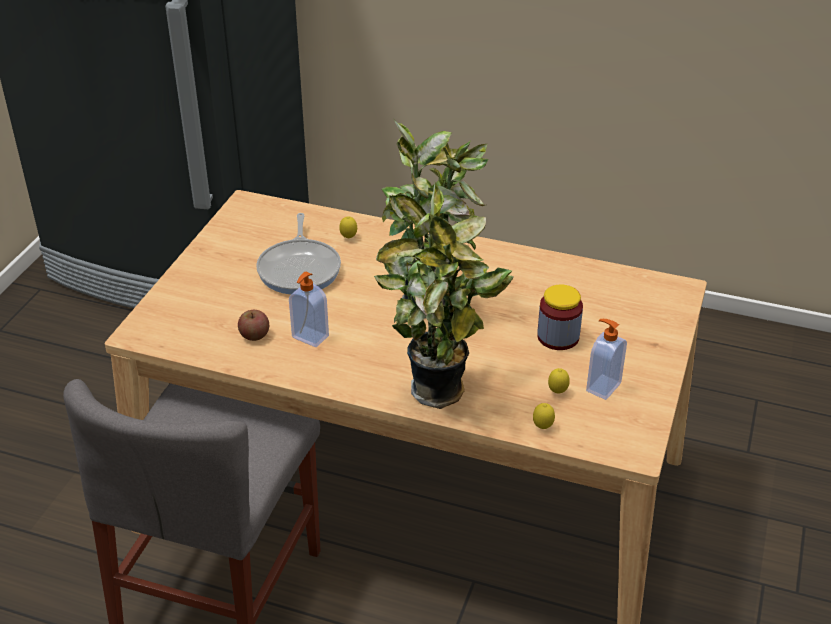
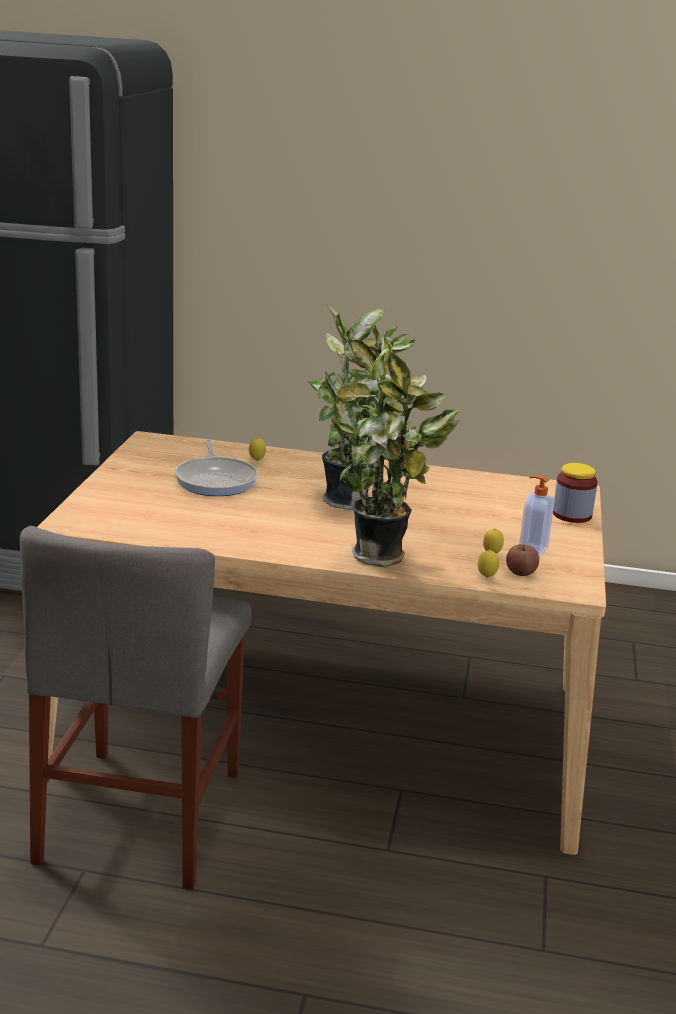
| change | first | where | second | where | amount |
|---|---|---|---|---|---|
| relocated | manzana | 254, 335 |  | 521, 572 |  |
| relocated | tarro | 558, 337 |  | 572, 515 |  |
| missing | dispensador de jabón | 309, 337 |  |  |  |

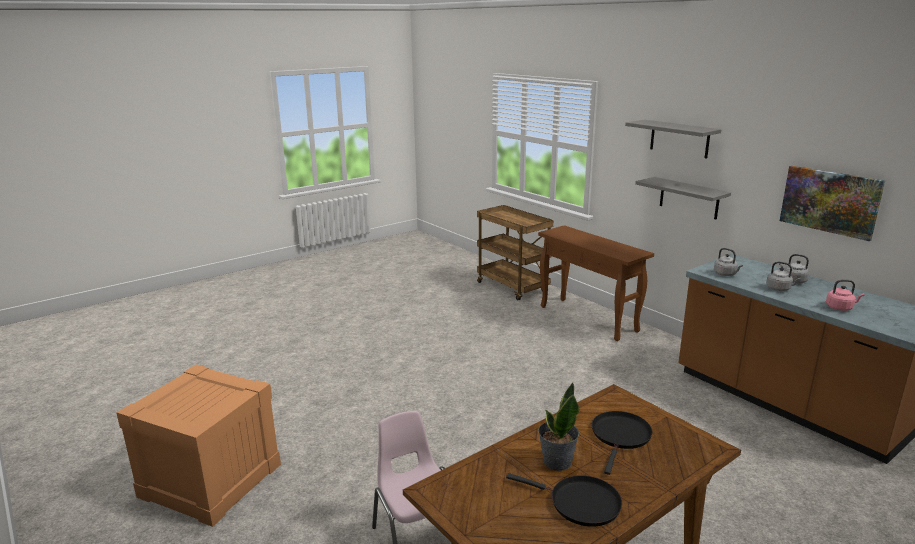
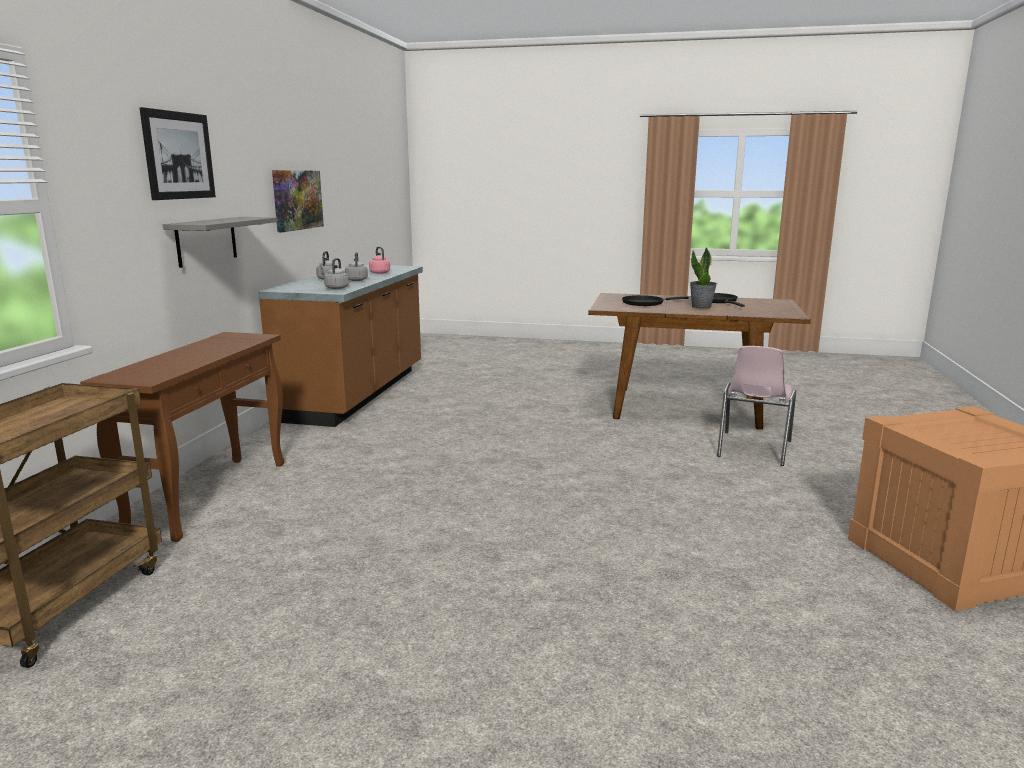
| change | first | where | second | where | amount |
|---|---|---|---|---|---|
| exchanged | estante (gris) | 679, 138 | cuadro | 179, 155 |  |

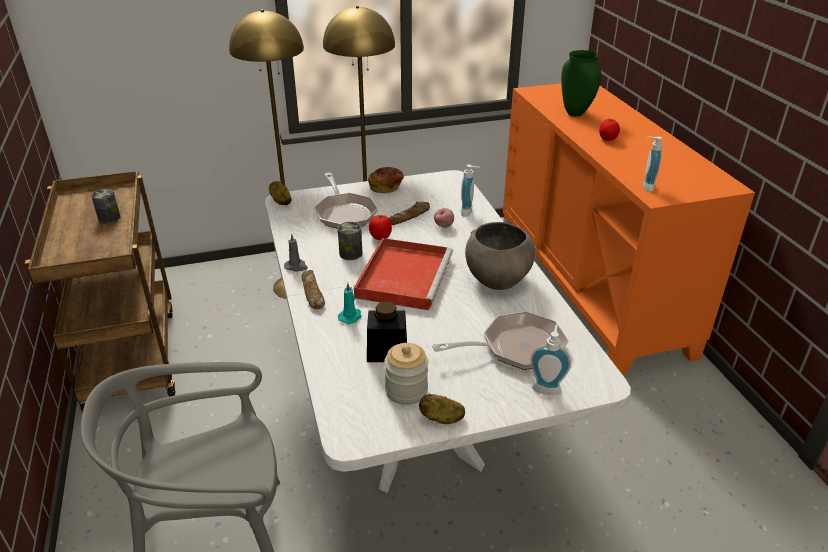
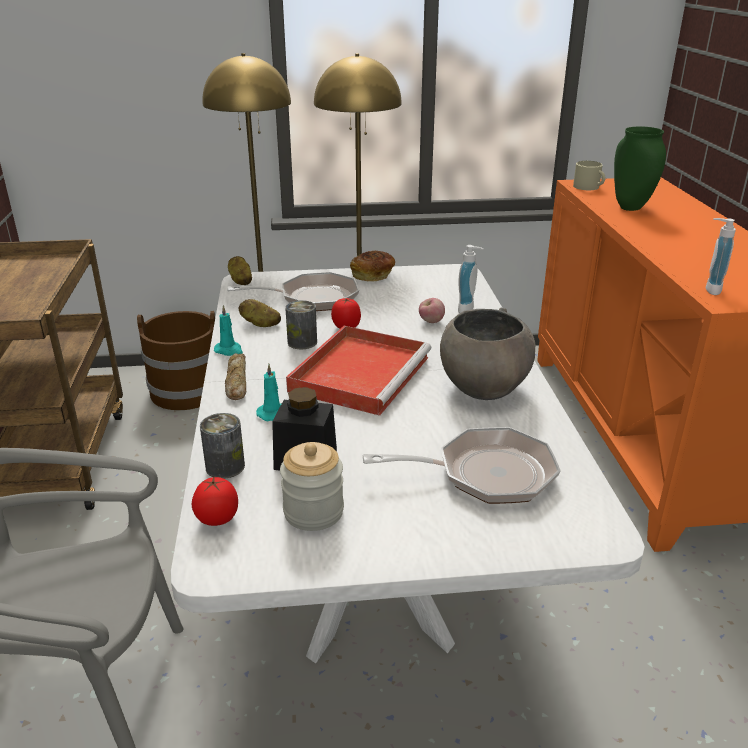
| change | first | where | second | where | amount |
|---|---|---|---|---|---|
| appeared |  |  | cubo (marrón) | 187, 390 |  |
| relocated | tomate | 607, 139 |  | 217, 520 |  |
| relocated | lata | 109, 218 |  | 225, 466 |  |
| colour | vela (gris) | 296, 267 | vela (turquesa) | 229, 350 |  |
| spun | sartén | 344, 213 |  | 312, 298 | 90 degrees counterclockwise |
| relocated | patata | 441, 418 |  | 260, 324 |  |
| appeared |  |  | taza grande (beis) | 589, 187 |  |
| missing | pan | 410, 217 |  |  |  |
| missing | dispensador de jabón | 546, 387 |  |  |  |

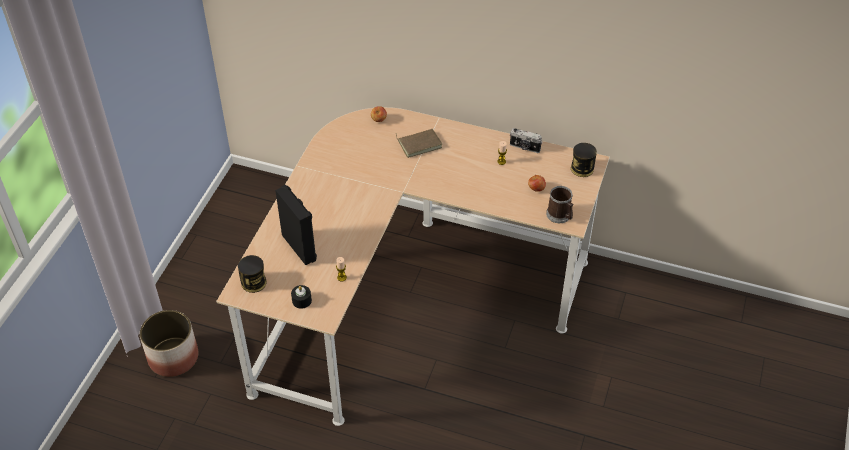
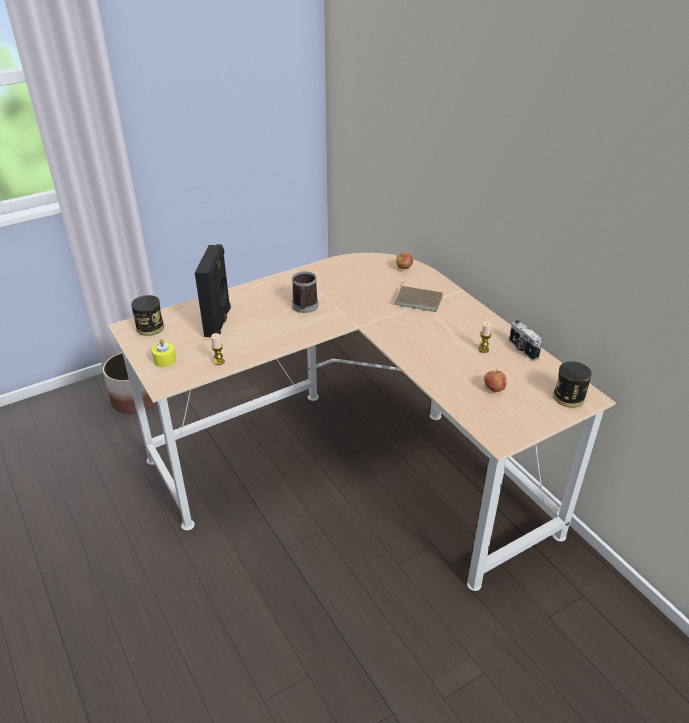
| change | first | where | second | where | amount |
|---|---|---|---|---|---|
| colour | vela (negro) | 301, 300 | vela (amarillo) | 165, 360 |  |
| relocated | taza grande | 560, 216 |  | 304, 307 |  |

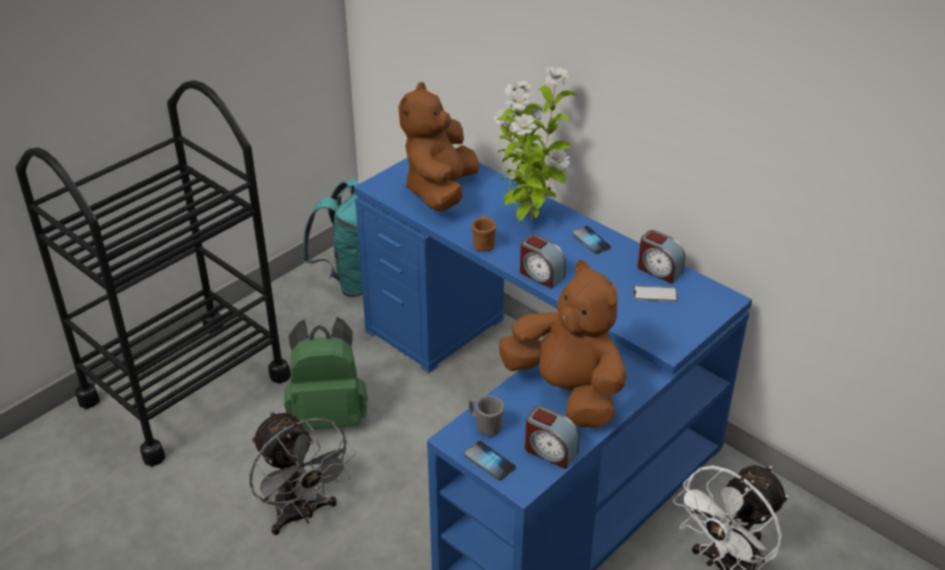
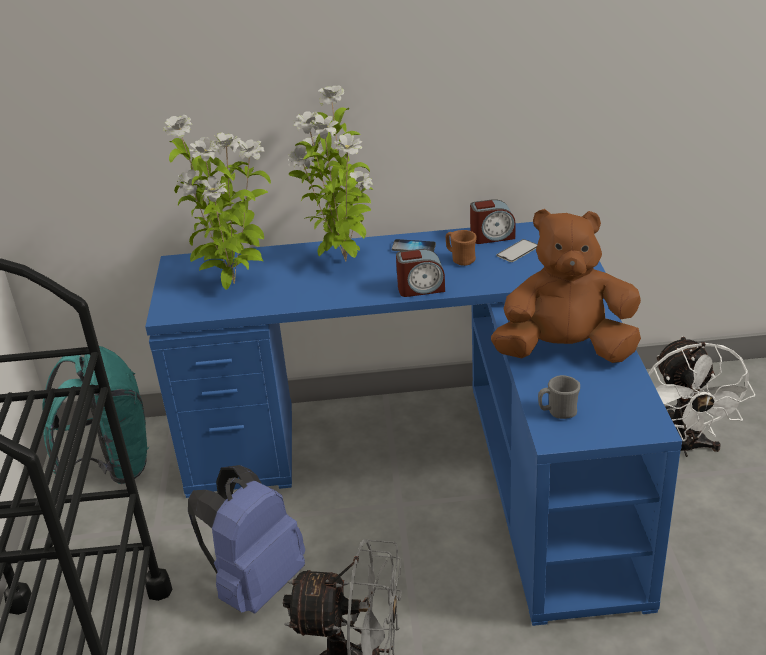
| change | first | where | second | where | amount |
|---|---|---|---|---|---|
| exchanged | peluche (marrón) | 440, 191 | planta en maceta | 233, 285 |  |
| colour | mochila (verde) | 329, 415 | mochila (azul) | 255, 583 |  |
| relocated | taza grande (marrón) | 483, 243 |  | 460, 259 |  |
| missing | móvil | 489, 461 |  |  |  |
| missing | despertador | 550, 451 |  |  |  |

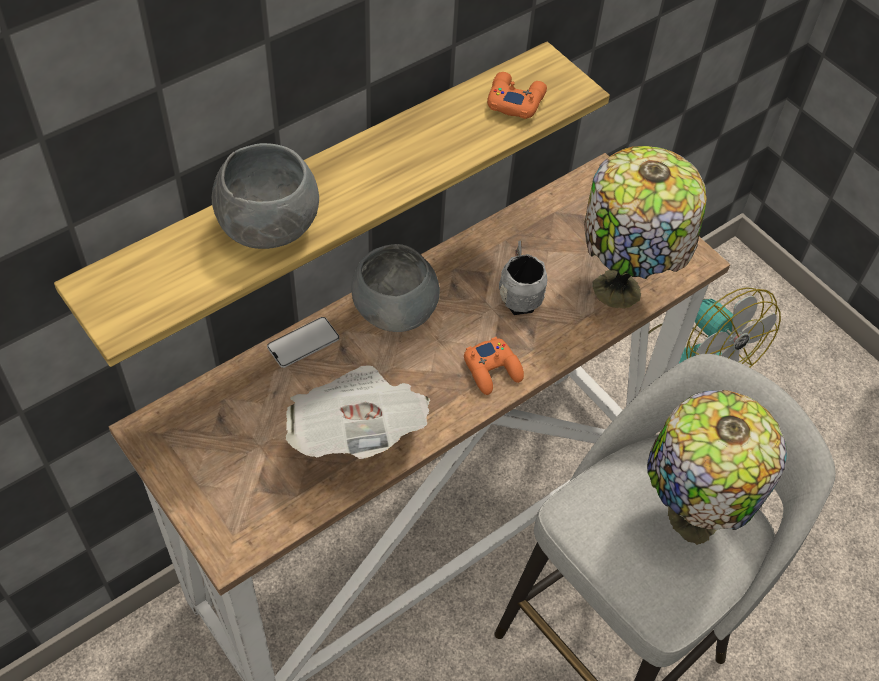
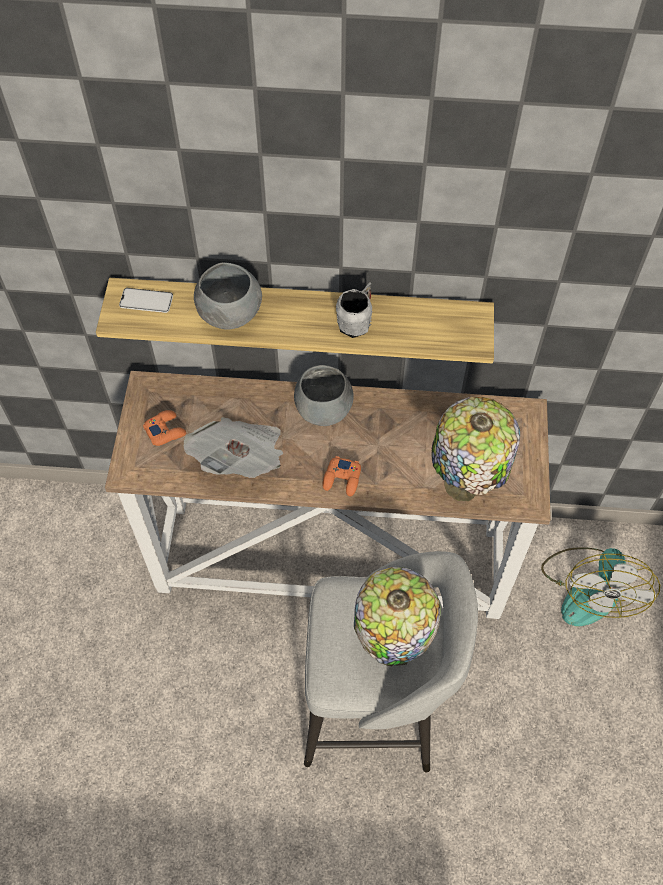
| change | first | where | second | where | amount |
|---|---|---|---|---|---|
| relocated | móvil | 303, 342 |  | 146, 301 |  |
| relocated | mando de consola (naranja) | 515, 100 |  | 165, 430 |  |
| relocated | taza grande (gris) | 519, 295 |  | 356, 322 |  |

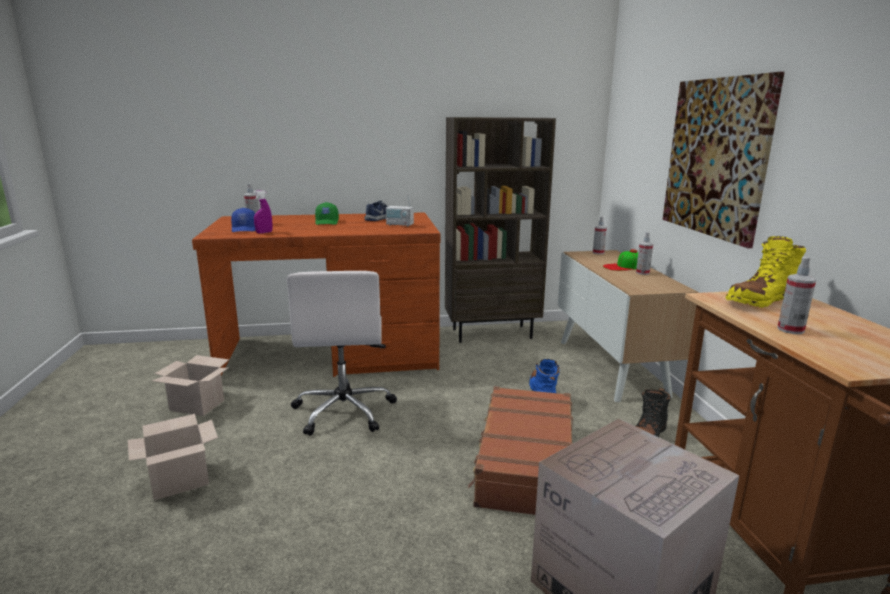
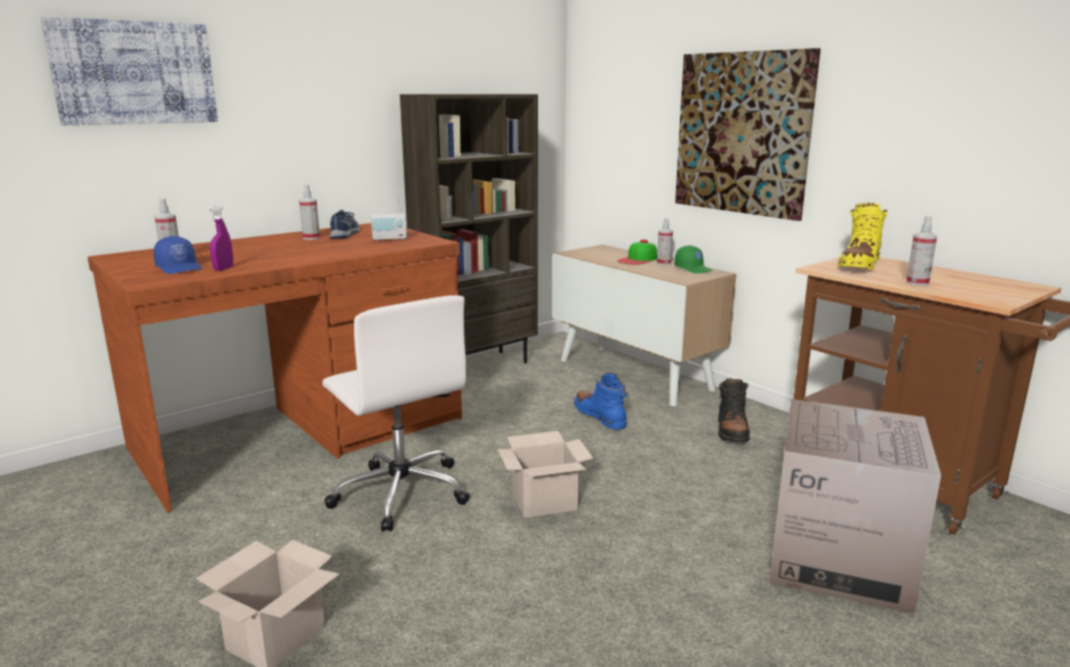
| change | first | where | second | where | amount |
|---|---|---|---|---|---|
| appeared |  |  | cuadro | 134, 73 |  |
| relocated | pulverizador | 598, 253 |  | 311, 238 |  |
| relocated | caja de cartón | 198, 405 |  | 545, 501 |  |
| relocated | gorra (verde) | 327, 222 |  | 693, 269 |  |
| missing | maleta (marrón) | 524, 463 |  |  |  |

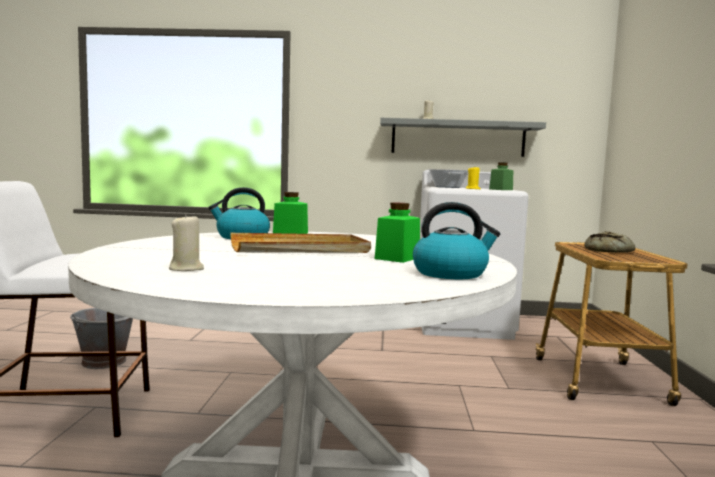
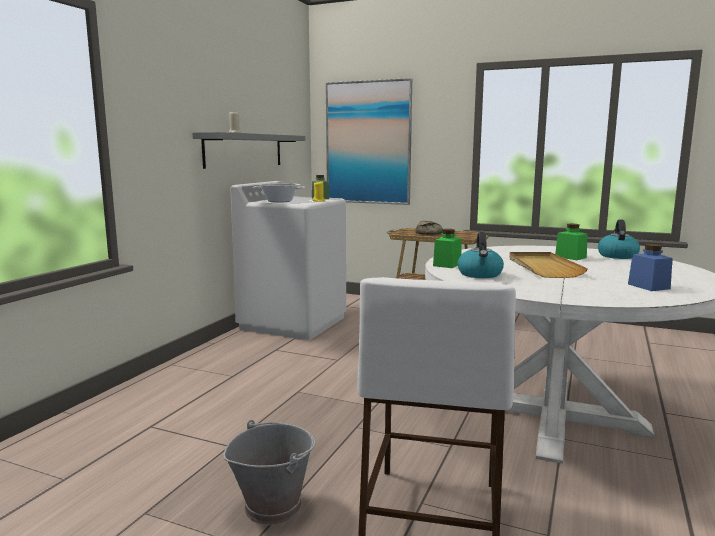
| change | first | where | second | where | amount |
|---|---|---|---|---|---|
| appeared |  |  | cuadro | 368, 143 |  |
| exchanged | vela (beis) | 186, 269 | tarro (azul) | 648, 286 |  |

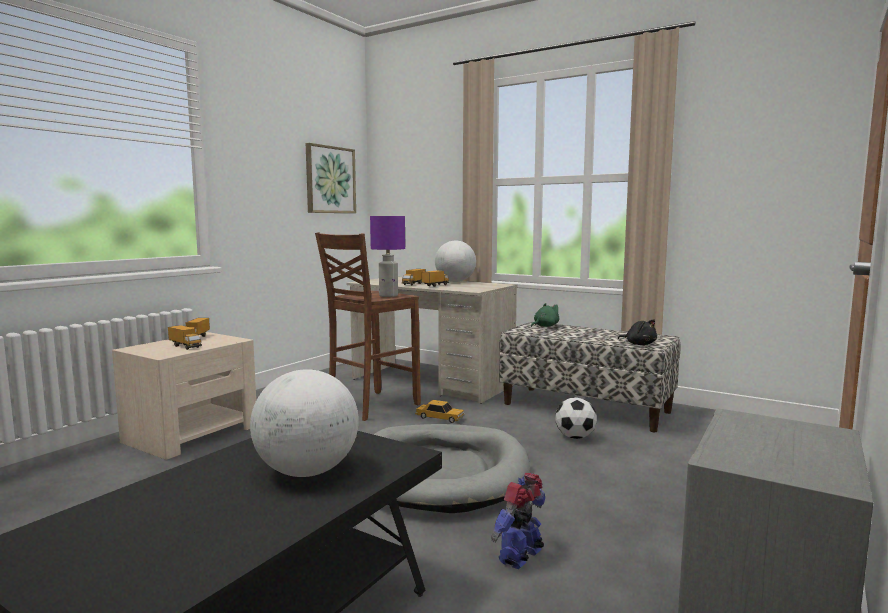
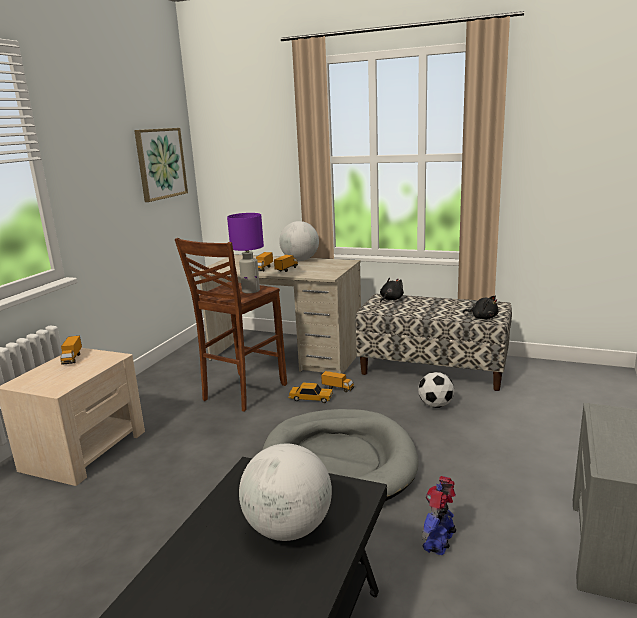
| change | first | where | second | where | amount |
|---|---|---|---|---|---|
| relocated | camión de juguete | 185, 346 |  | 338, 388 |  |
| colour | peluche (verde) | 544, 326 | peluche (negro) | 390, 299 |  |

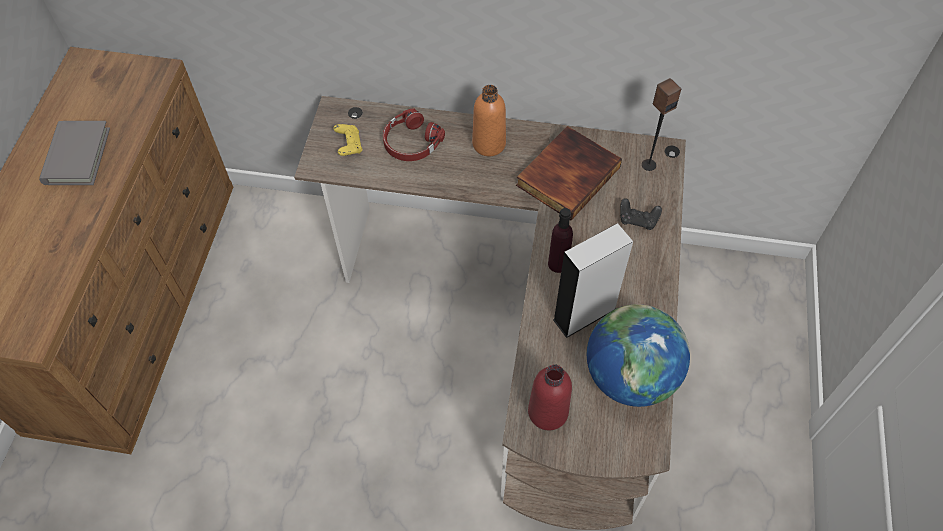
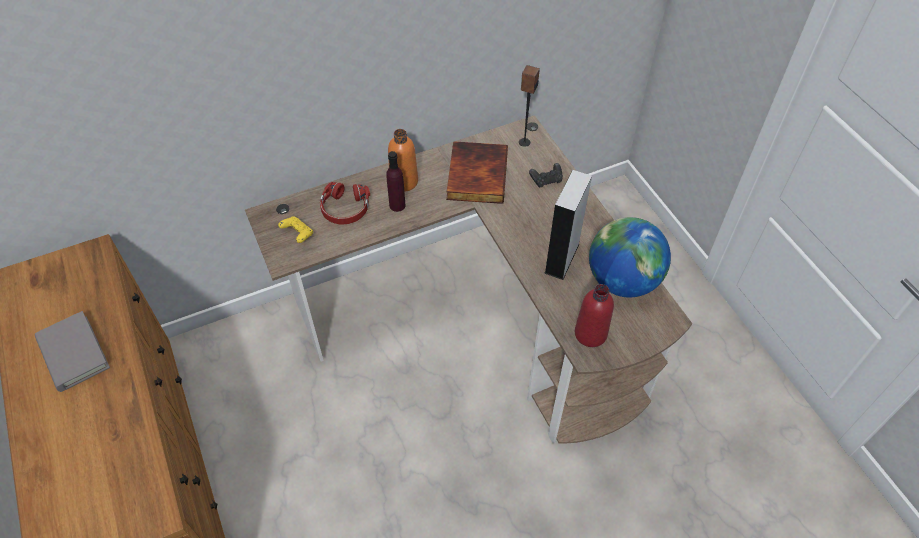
| change | first | where | second | where | amount |
|---|---|---|---|---|---|
| relocated | botella (morado) | 558, 264 |  | 397, 205 |  |

